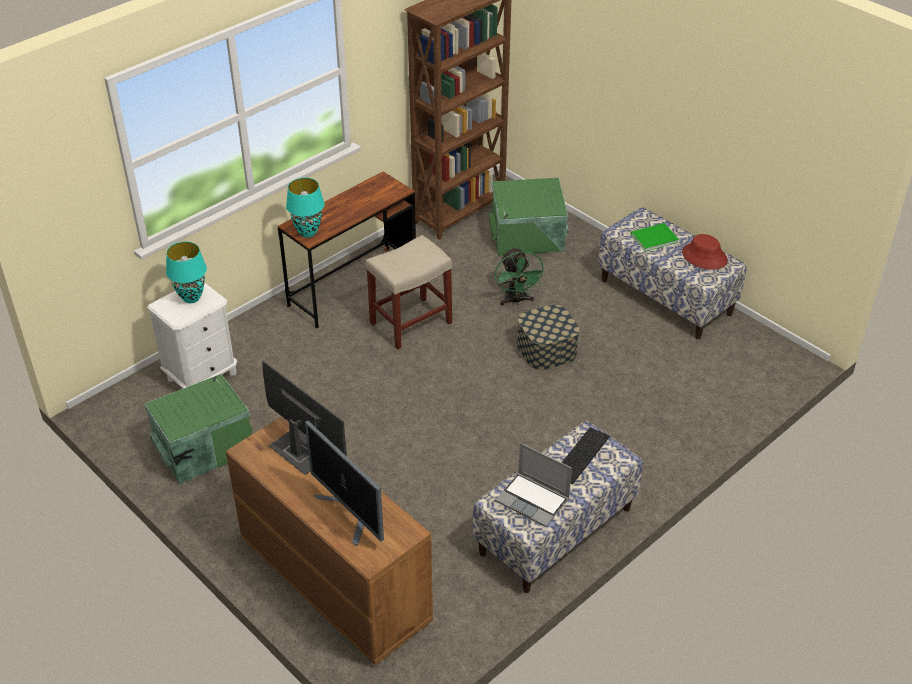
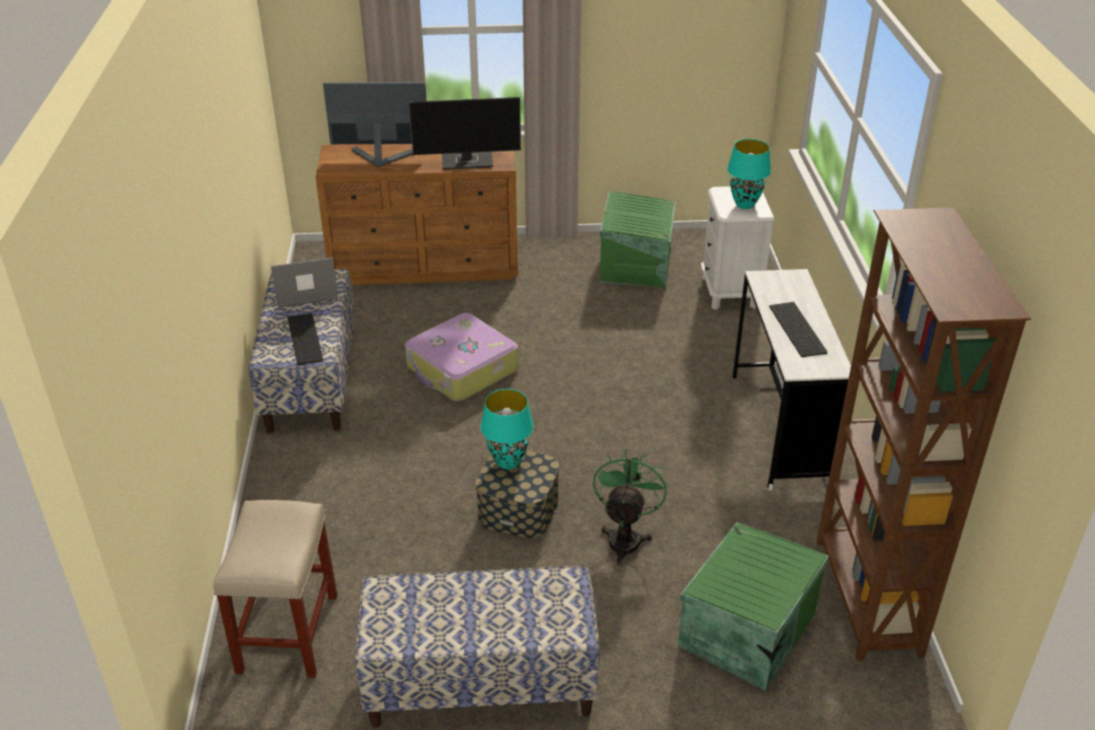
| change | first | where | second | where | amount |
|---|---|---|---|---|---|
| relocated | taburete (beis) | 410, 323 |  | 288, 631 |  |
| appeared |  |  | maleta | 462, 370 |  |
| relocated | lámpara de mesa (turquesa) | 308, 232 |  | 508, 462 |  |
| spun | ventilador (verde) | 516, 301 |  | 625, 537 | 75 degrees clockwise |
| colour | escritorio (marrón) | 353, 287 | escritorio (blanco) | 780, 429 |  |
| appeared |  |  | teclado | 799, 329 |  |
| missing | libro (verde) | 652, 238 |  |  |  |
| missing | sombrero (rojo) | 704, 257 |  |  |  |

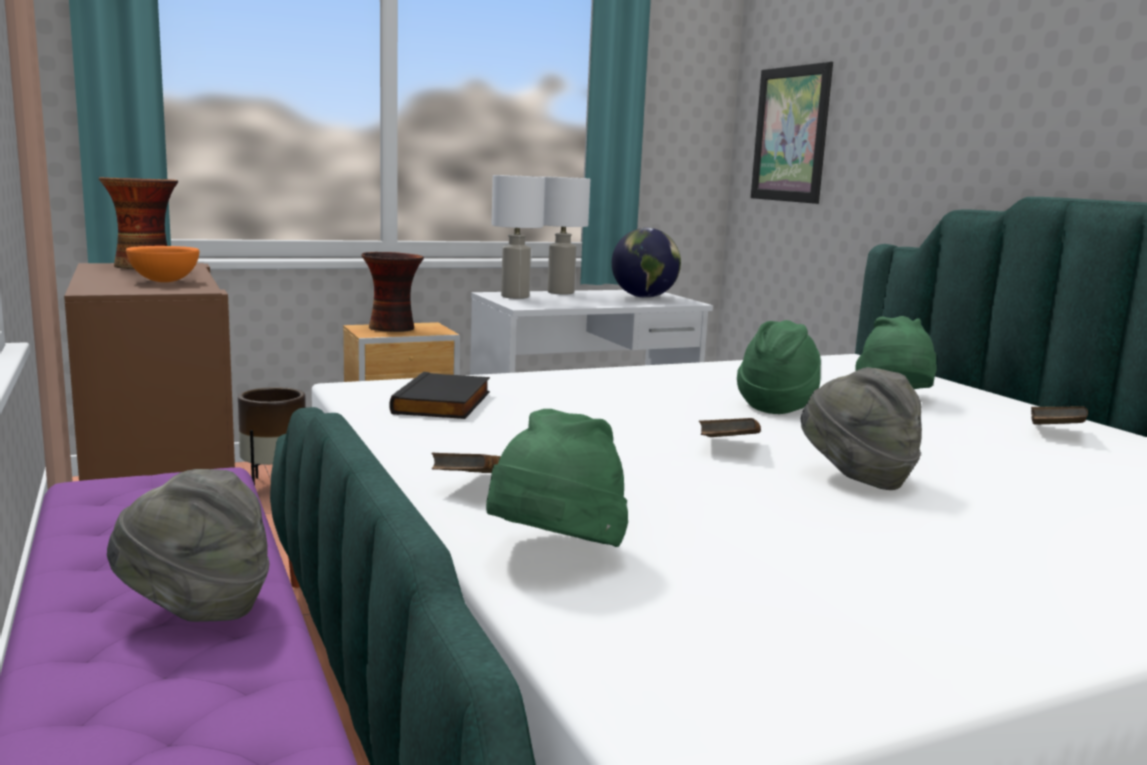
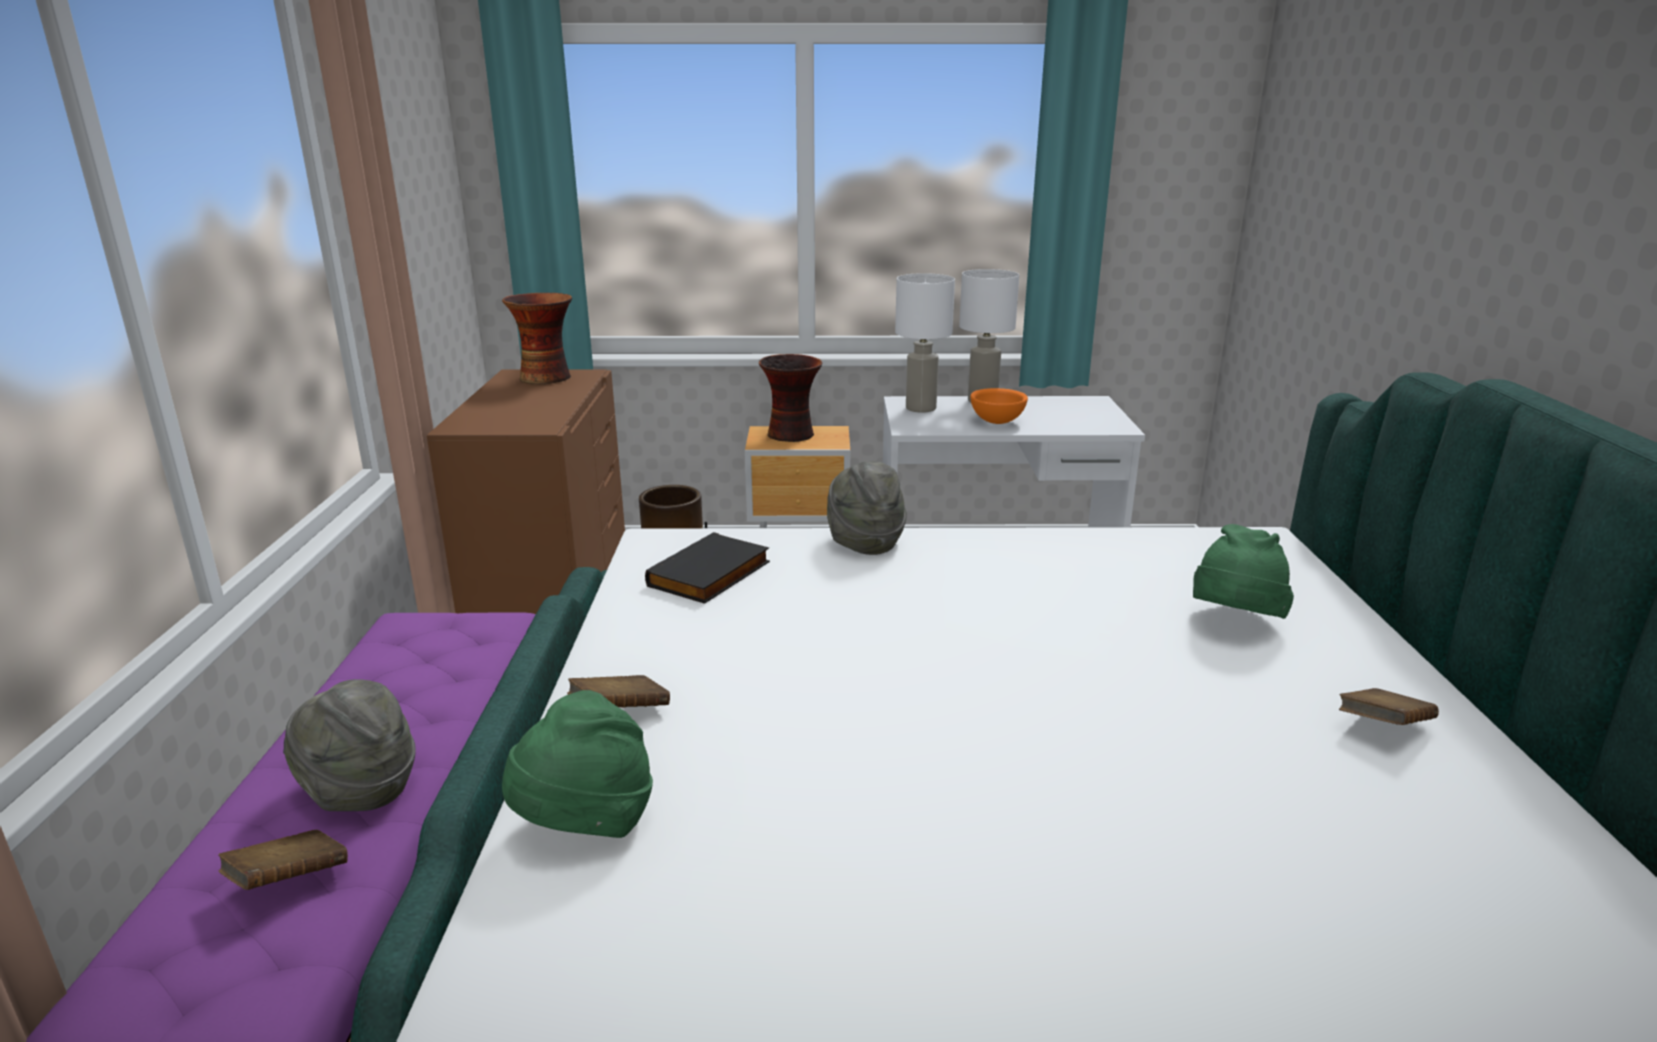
| change | first | where | second | where | amount |
|---|---|---|---|---|---|
| relocated | libro (marrón) | 728, 447 |  | 289, 880 |  |
| relocated | sombrero (gris) | 856, 478 |  | 864, 542 |  |
| relocated | cuenco (naranja) | 165, 281 |  | 997, 422 |  |
| missing | globo terráqueo | 644, 297 |  |  |  |
| missing | sombrero (verde) | 777, 406 |  |  |  |
| missing | cuadro | 790, 134 |  |  |  |

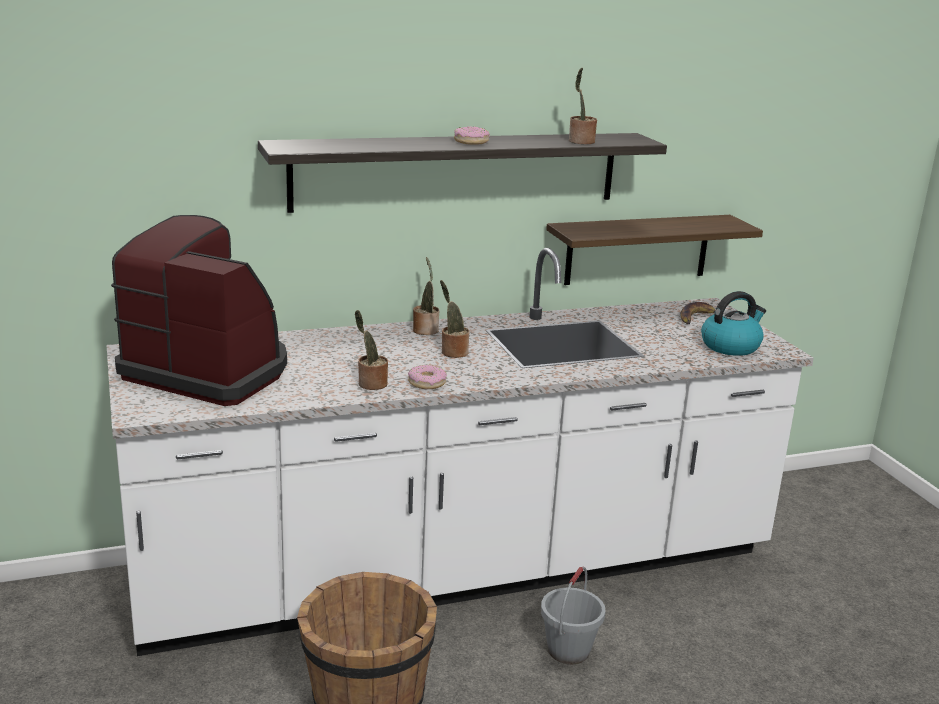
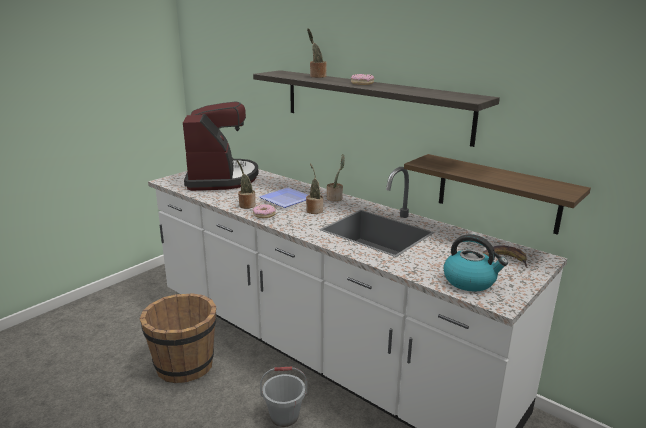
| change | first | where | second | where | amount |
|---|---|---|---|---|---|
| appeared |  |  | plato | 286, 199 |  |
| relocated | planta en maceta | 580, 142 |  | 316, 76 |  |

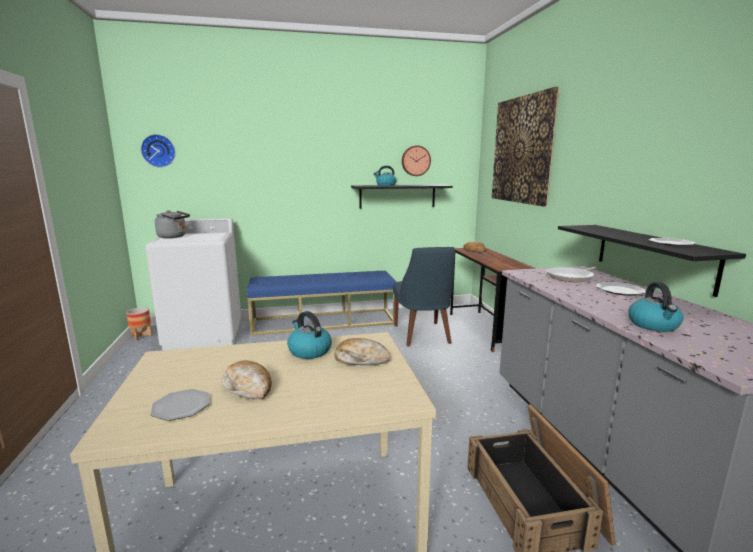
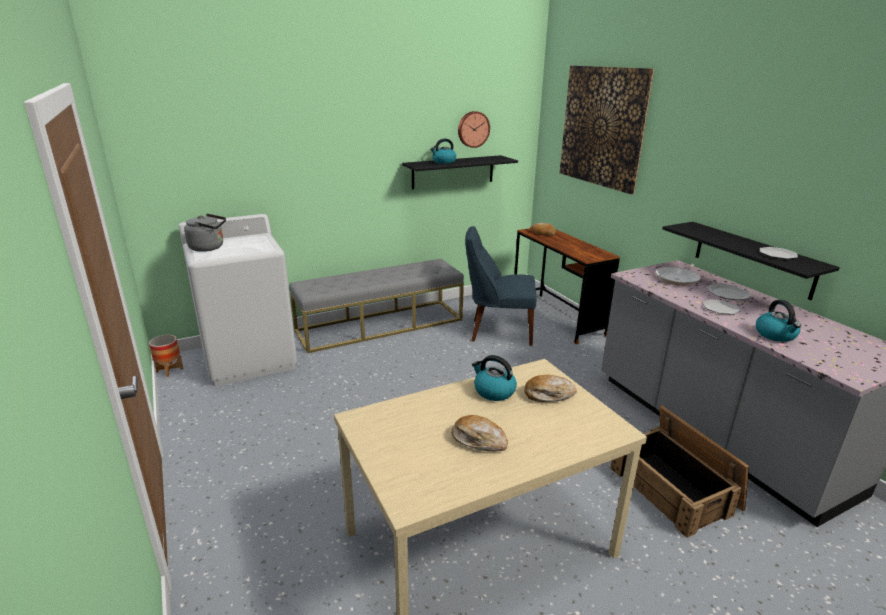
| change | first | where | second | where | amount |
|---|---|---|---|---|---|
| colour | banco (azul) | 324, 321 | banco (gris) | 380, 325 |  |
| spun | silla (azul) | 422, 335 |  | 498, 331 | 120 degrees clockwise |
| relocated | plato | 181, 407 |  | 720, 308 |  |
| missing | reloj de pared | 159, 151 |  |  |  |

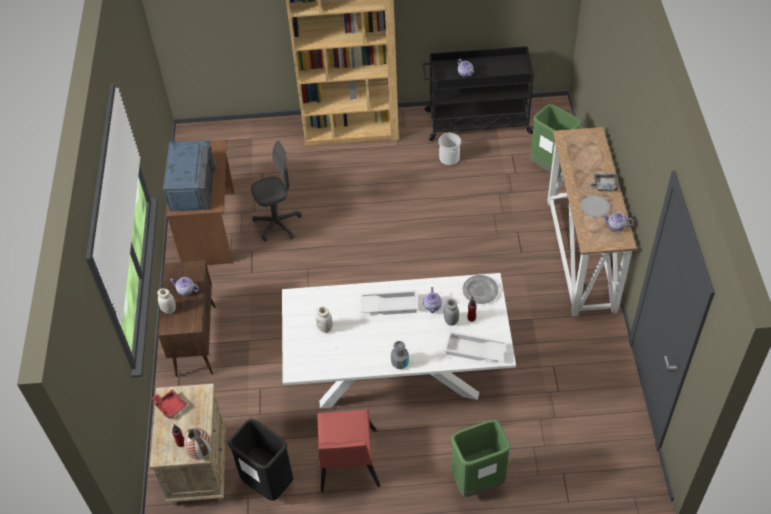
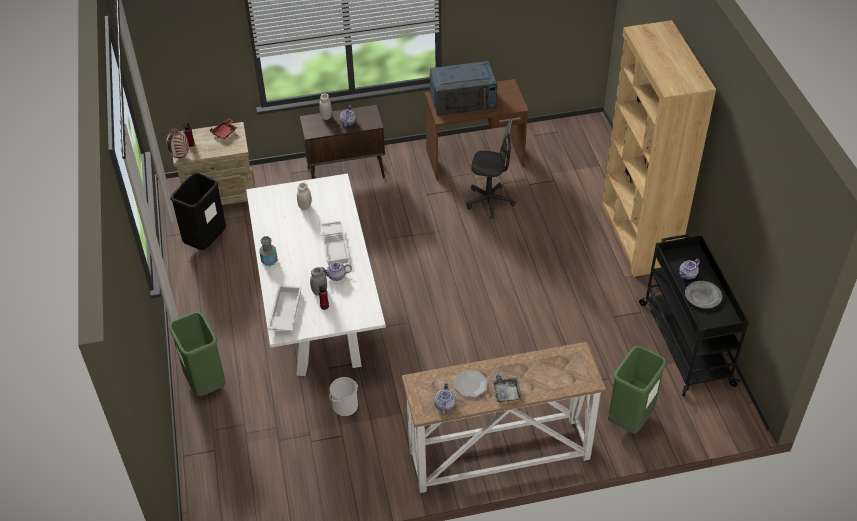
| change | first | where | second | where | amount |
|---|---|---|---|---|---|
| relocated | cubo | 449, 158 |  | 345, 406 |  |
| spun | silla de oficina (gris) | 277, 224 |  | 489, 202 | 45 degrees counterclockwise |
| relocated | plato (gris) | 480, 290 |  | 703, 296 |  |
| missing | silla (rojo) | 347, 465 |  |  |  |

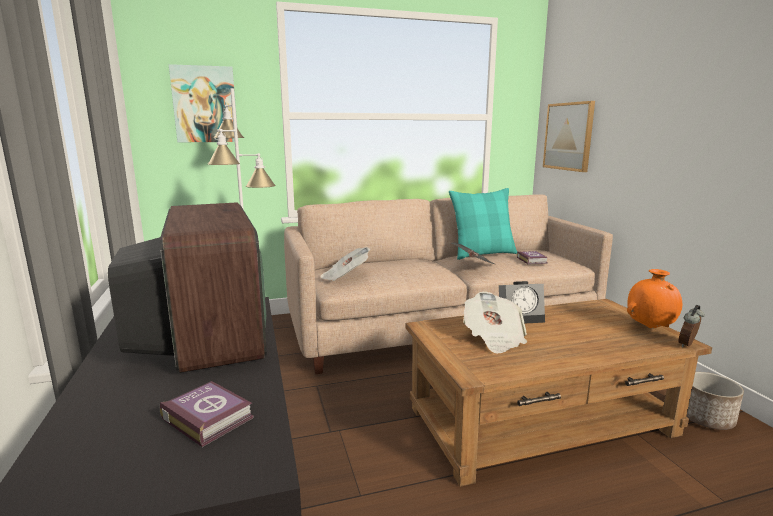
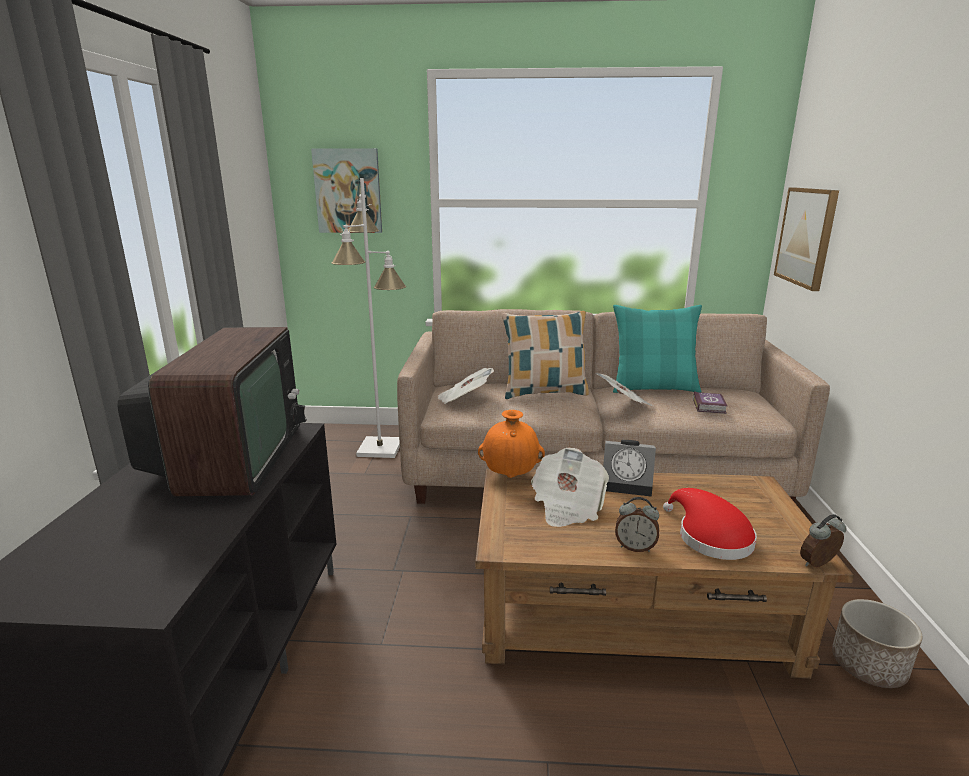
| change | first | where | second | where | amount |
|---|---|---|---|---|---|
| relocated | florero (naranja) | 650, 327 |  | 511, 475 |  |
| appeared |  |  | cojín | 544, 392 |  |
| appeared |  |  | despertador | 635, 547 |  |
| appeared |  |  | sombrero (rojo) | 710, 537 |  |
| missing | libro | 208, 417 |  |  |  |

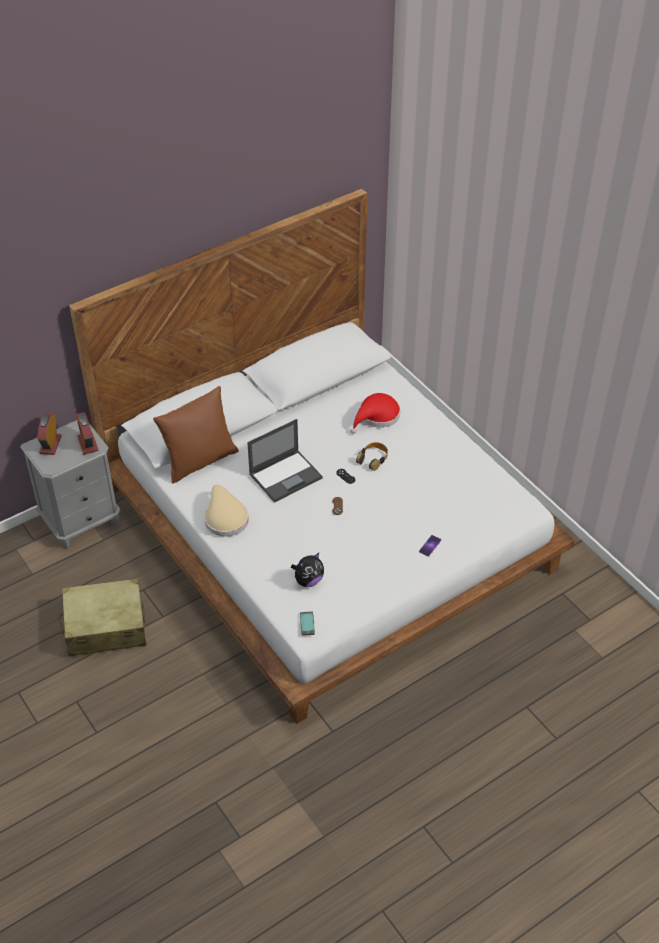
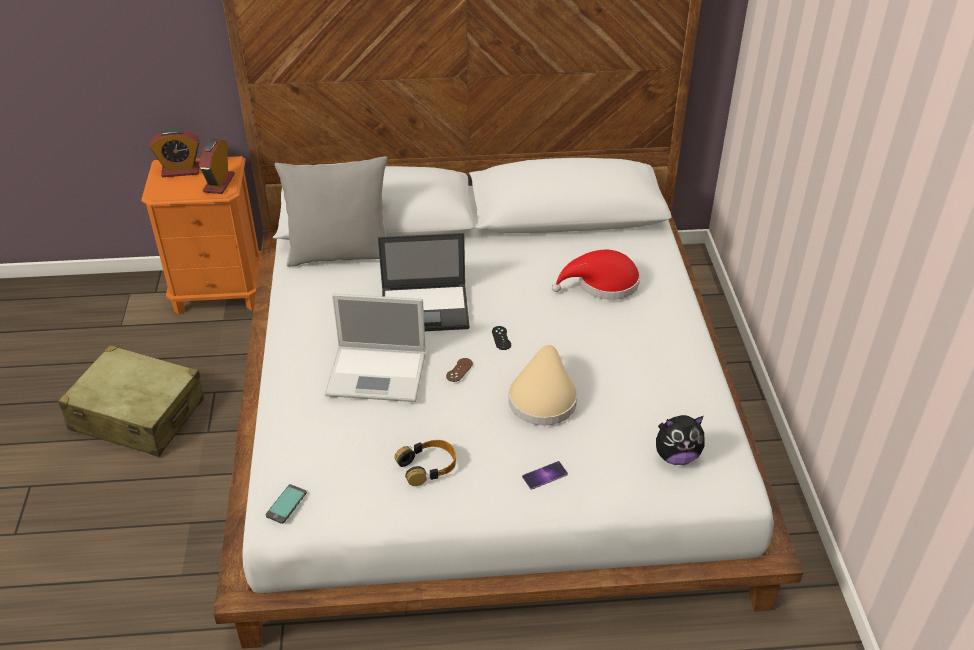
| change | first | where | second | where | amount |
|---|---|---|---|---|---|
| colour | mesita de noche (gris) | 81, 521 | mesita de noche (naranja) | 219, 292 |  |
| spun | despertador | 50, 445 |  | 180, 170 | 135 degrees counterclockwise |
| colour | cojín (marrón) | 199, 461 | cojín (gris) | 341, 254 |  |
| appeared |  |  | portátil | 378, 373 |  |
| relocated | auriculares | 373, 459 |  | 428, 466 |  |
| relocated | sombrero (beis) | 225, 518 |  | 542, 397 |  |
| relocated | peluche | 308, 580 |  | 676, 456 |  |

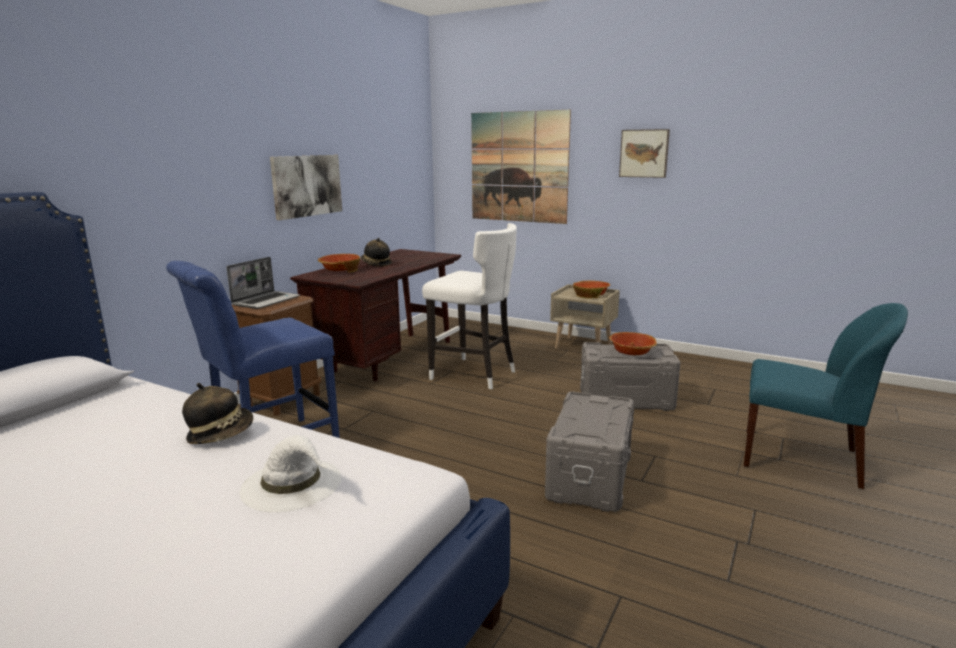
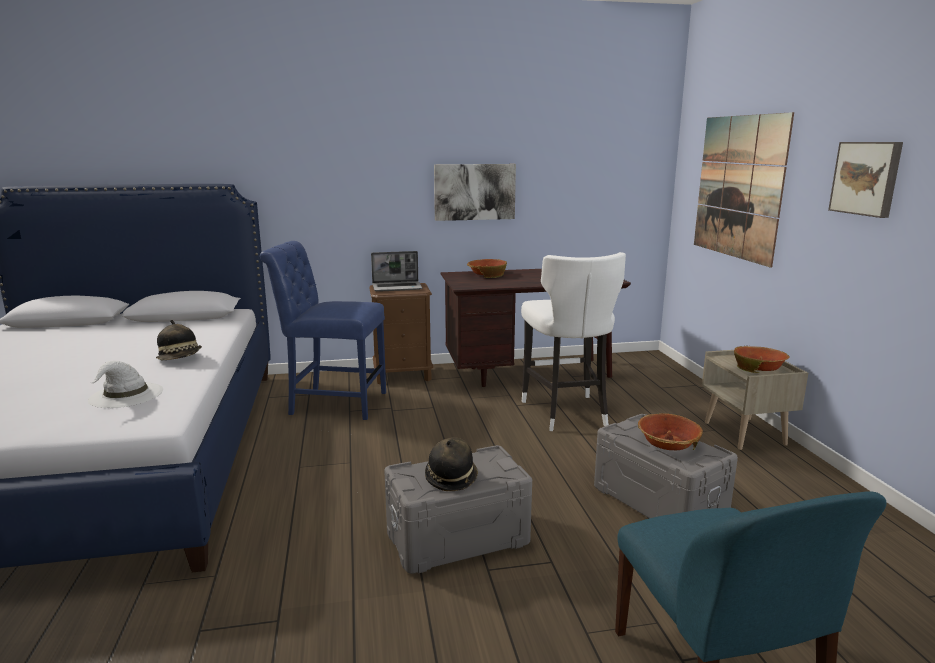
| change | first | where | second | where | amount |
|---|---|---|---|---|---|
| relocated | sombrero | 376, 264 |  | 451, 478 |  |

